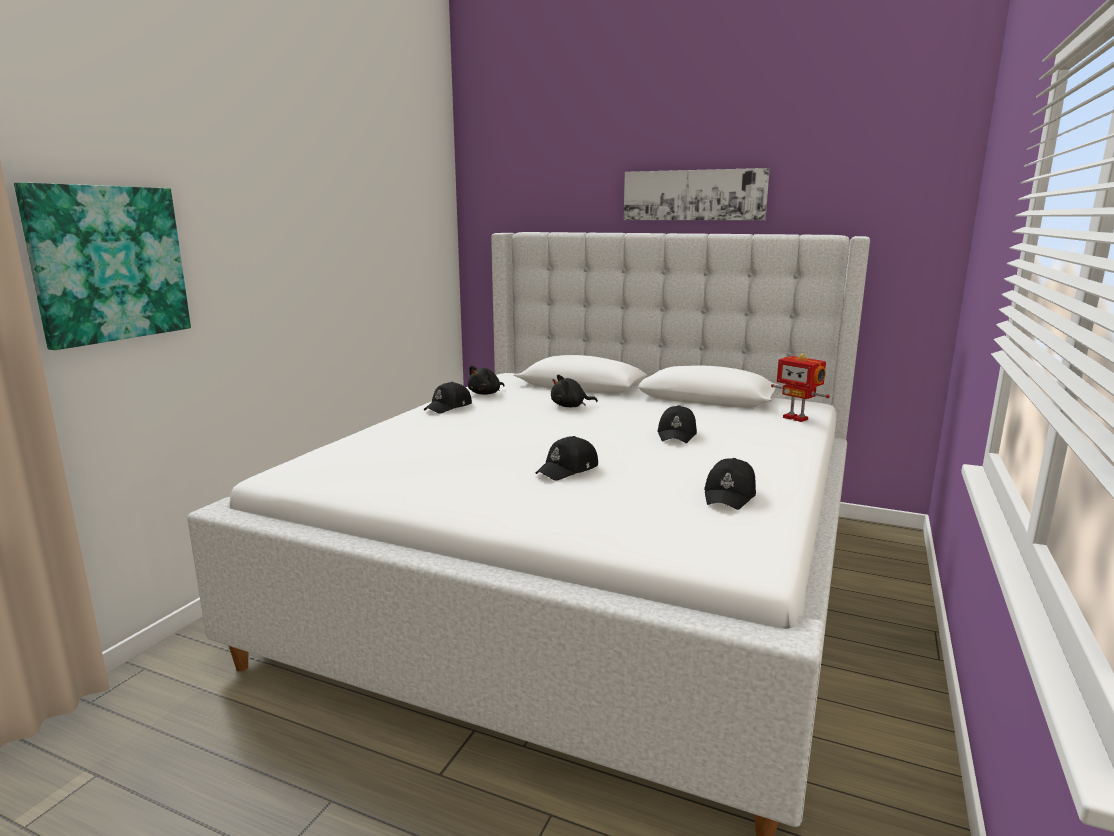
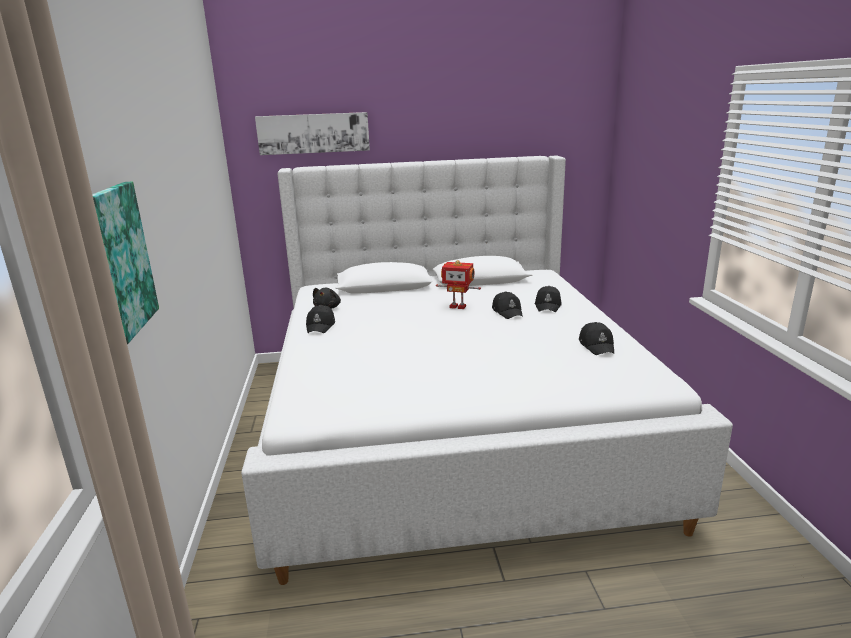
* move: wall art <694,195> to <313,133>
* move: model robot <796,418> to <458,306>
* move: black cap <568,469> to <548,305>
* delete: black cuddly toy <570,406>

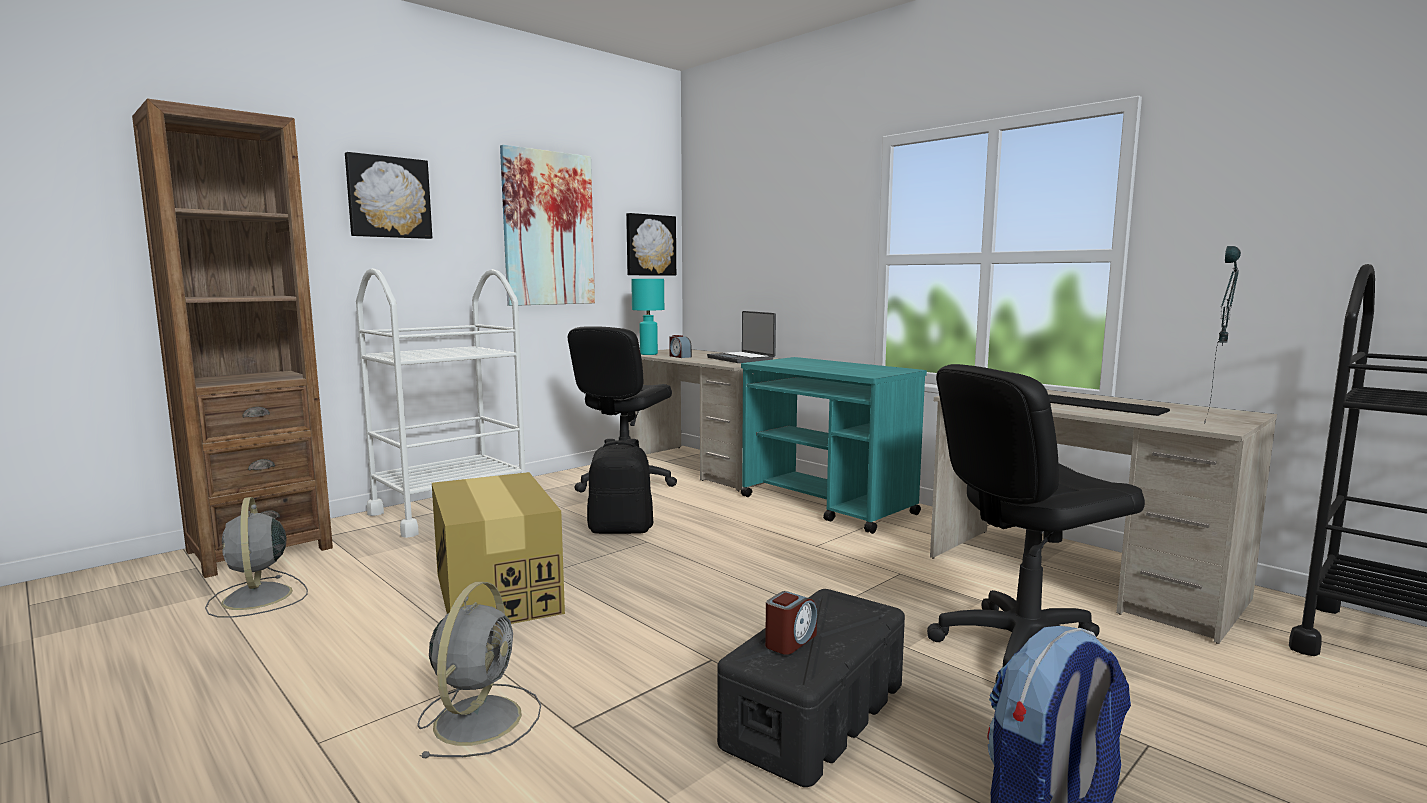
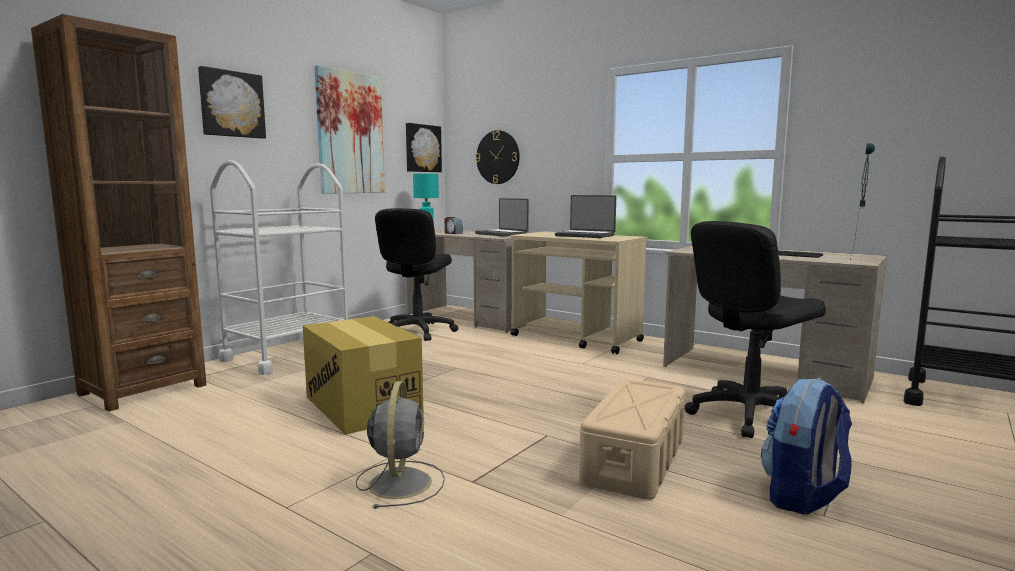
* insert: clock on the wall <498,157>
* recolor: blue-green trolley <828,505> to sand-coloured trolley <576,338>
* insert: notebook computer <585,235>
* recolor: black storage box <816,714> to sand-coloured storage box <634,460>
* delete: gray fan <257,598>
* delete: black backpack <621,529>
* delete: alarm clock <790,641>

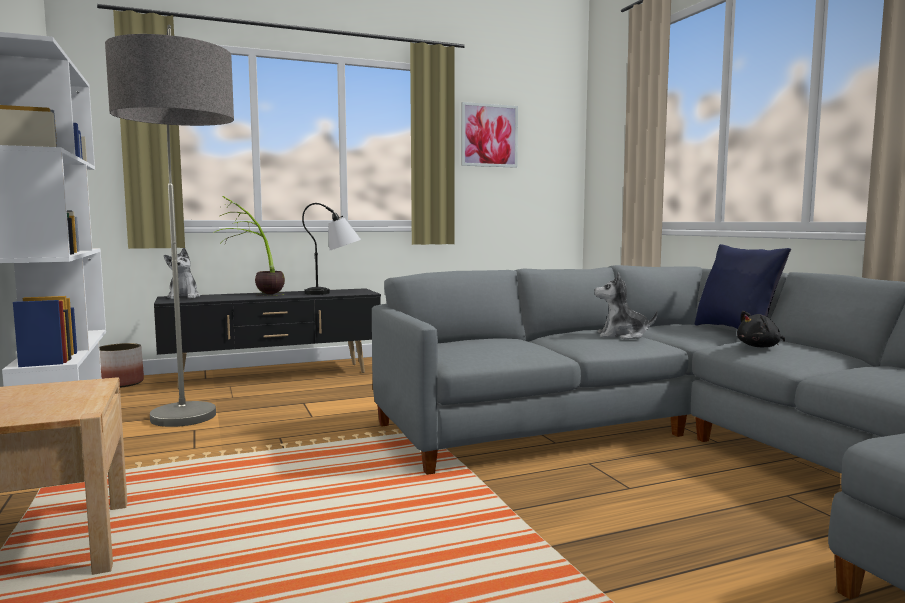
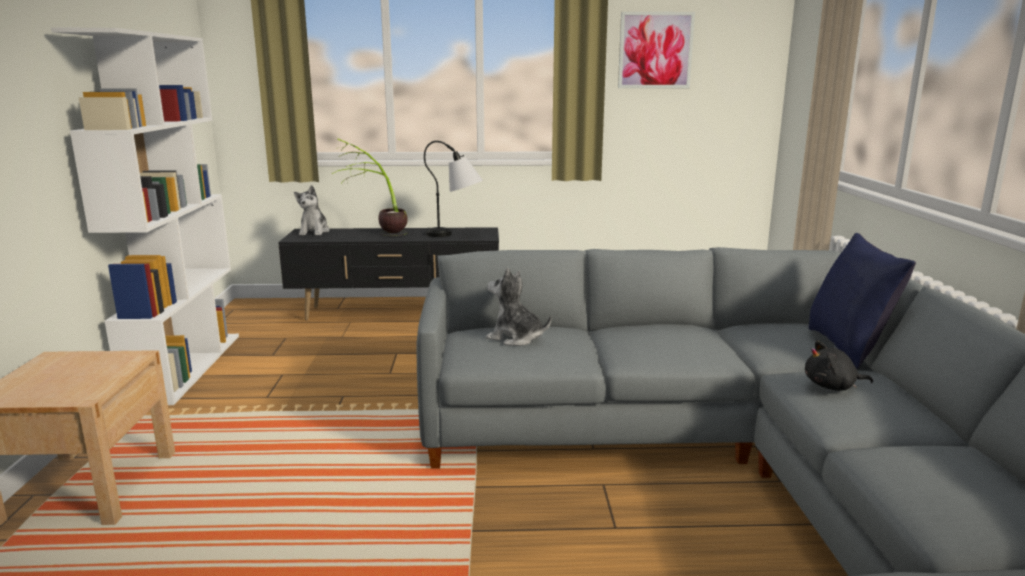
* move: cuddly toy <622,336> to <515,338>
* delete: flower pot <121,383>
* delete: floor lamp <188,439>

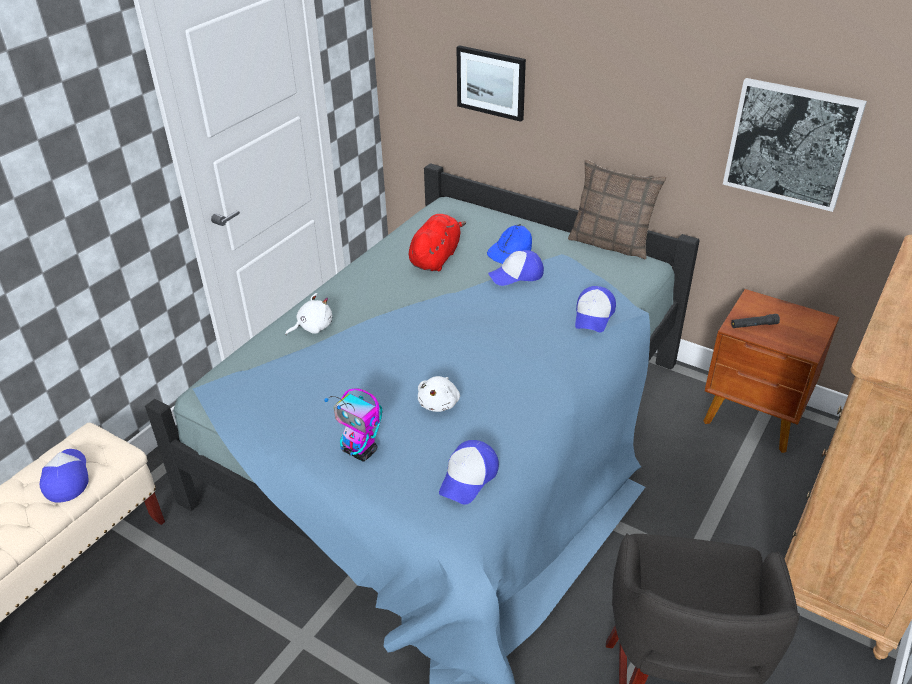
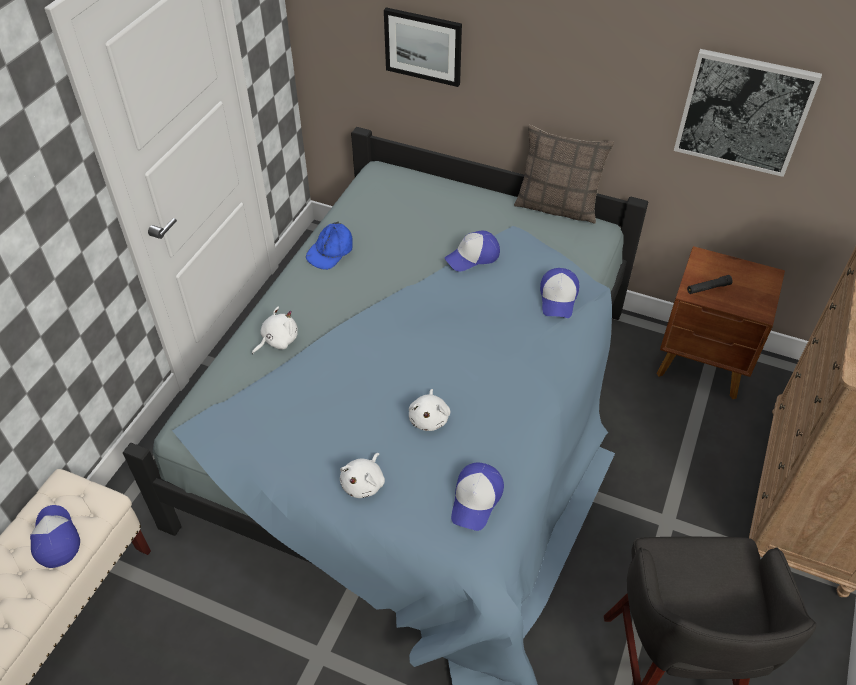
* move: blue-coloured cap <510,250> to <331,251>
* replace: model robot <360,451> to white cuddly toy <364,483>
* delete: red cuddly toy <436,258>

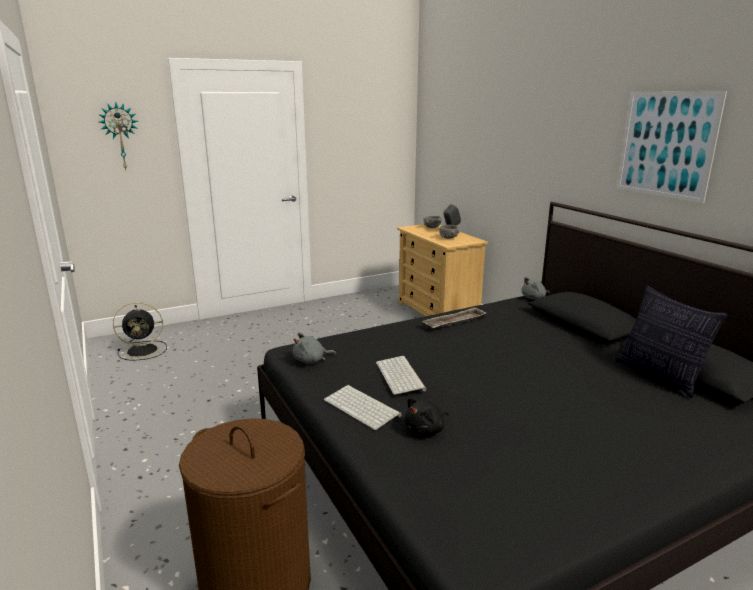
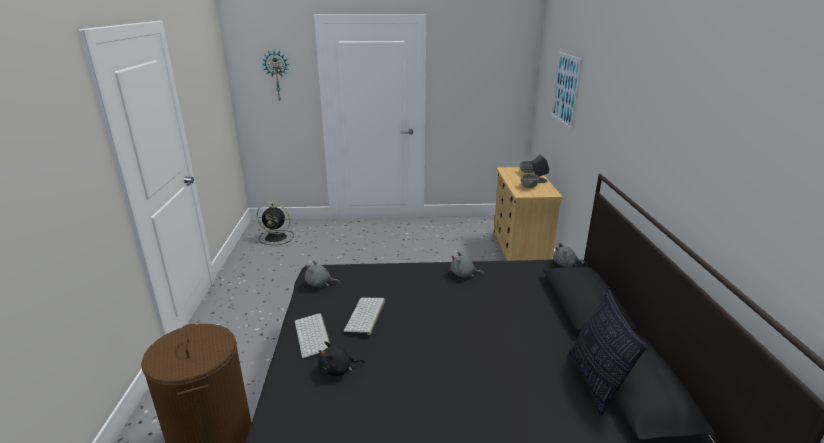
* replace: carrying tray <455,322> to gray cuddly toy <463,274>
* move: wall art <666,144> to <565,89>

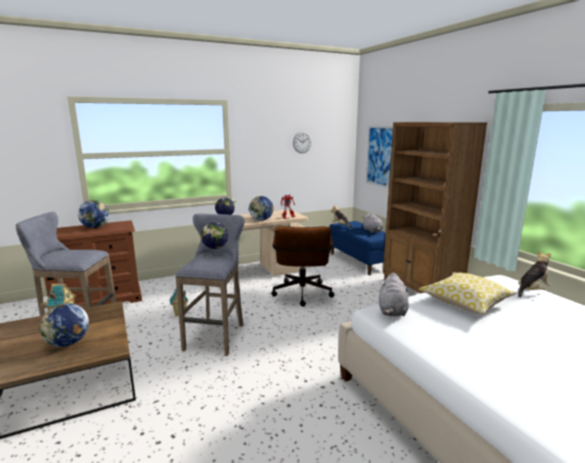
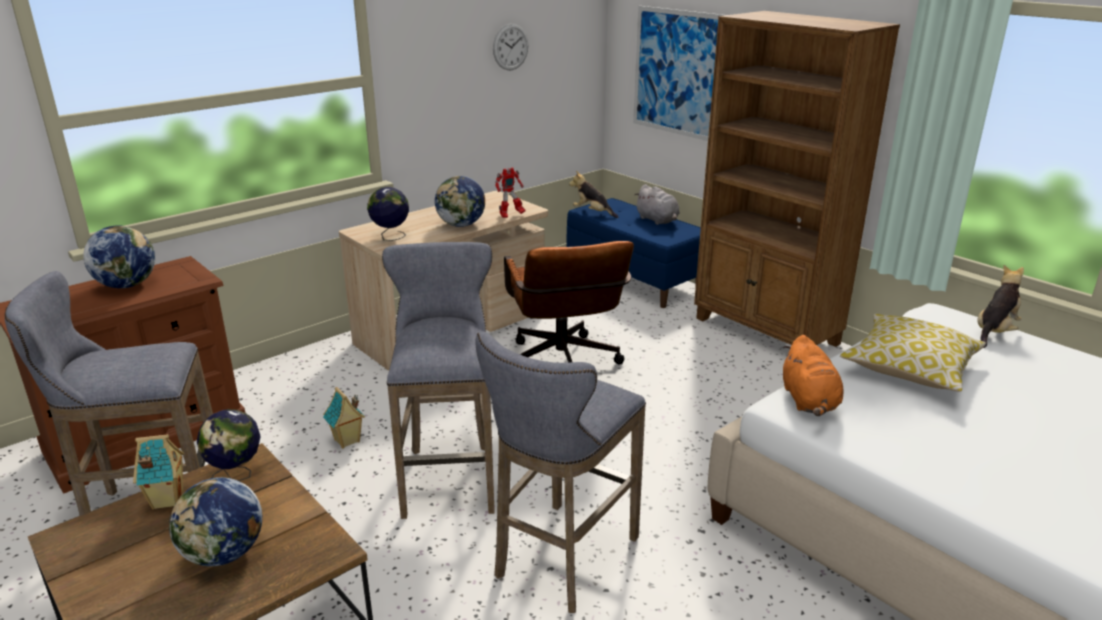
* move: globe <215,255> to <236,476>
* insert: gray stool <562,560>
* recolor: gray cuddly toy <392,311> to orange-coloured cuddly toy <809,402>

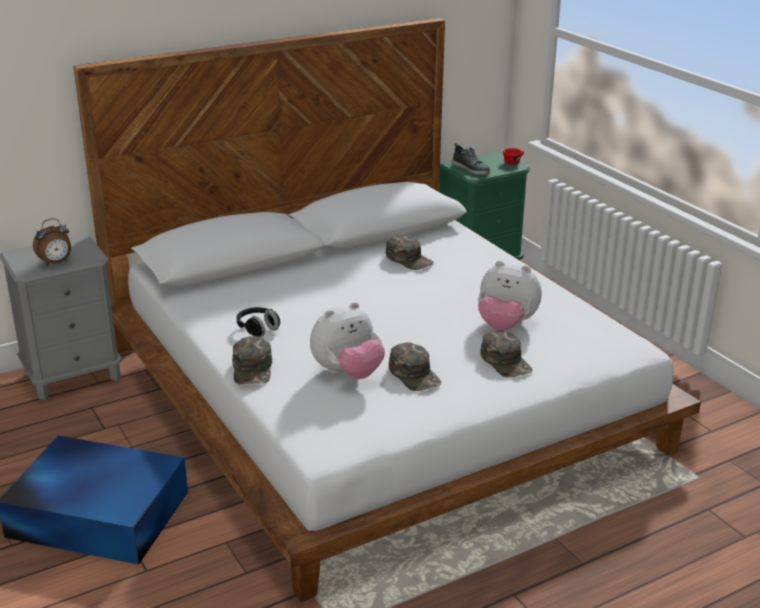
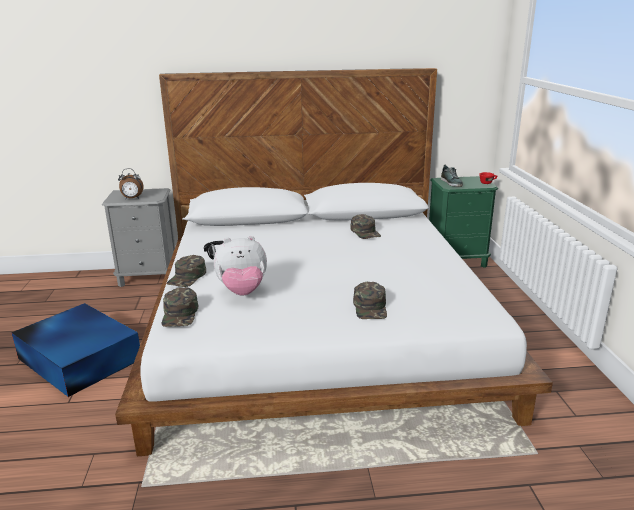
* move: green-coloured cap <414,374> to <180,314>
* delete: cuddly toy <505,326>

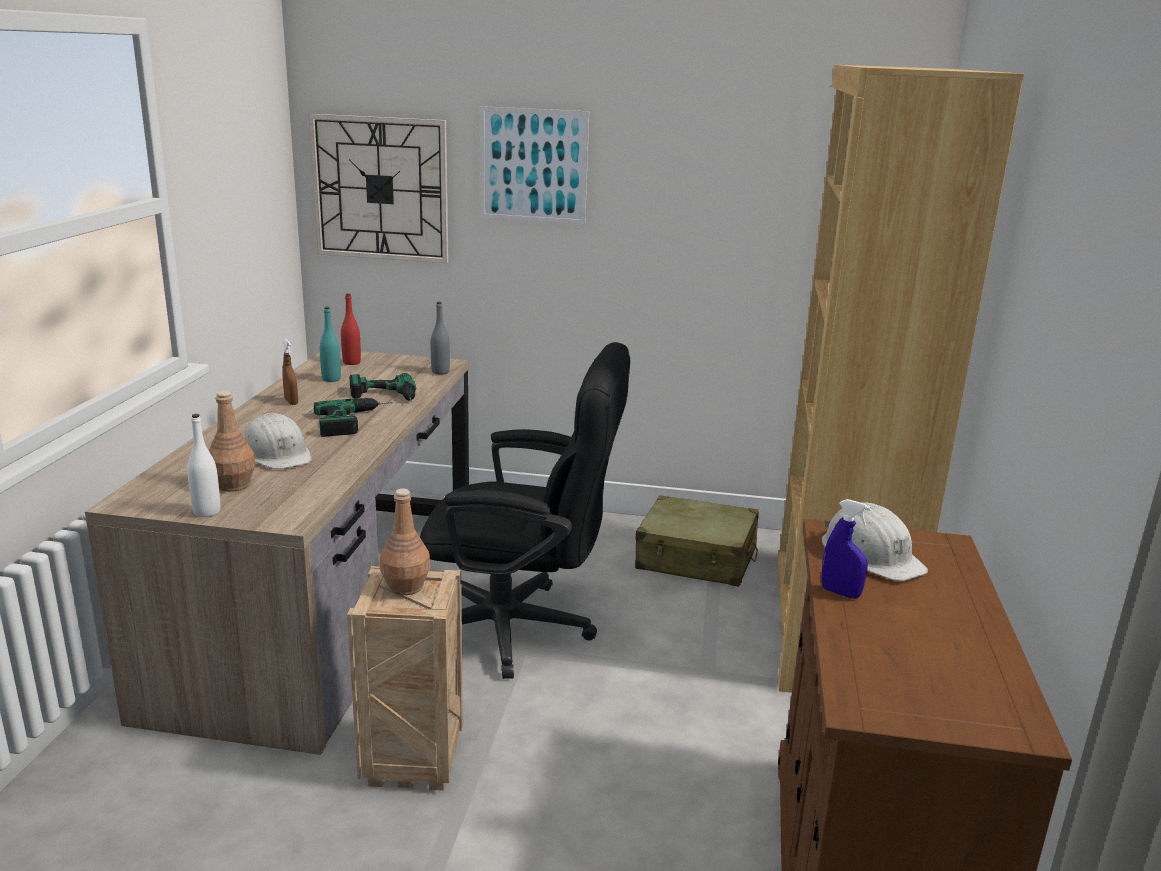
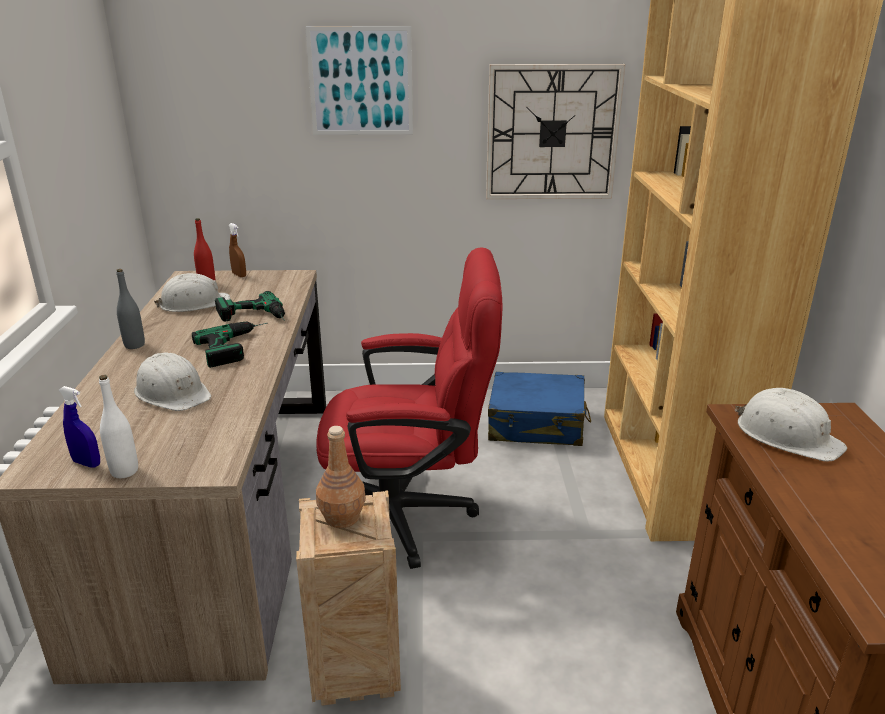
* move: blue-coloured hand sprayer <840,593> to <87,463>
* move: gray beverage bottle <440,372> to <134,345>
* replace: blue-green beverage bottle <331,379> to white hard hat <194,303>
* move: brown-coloured hand sprayer <291,402> to <239,275>
* recolor: black computer chair <520,629> to red computer chair <409,515>
* move: clock on the wall <380,189> to <552,133>
* recolor: sand-coloured travel case <696,559> to blue-coloured travel case <536,424>
* delete: brown-coloured beverage bottle <234,485>

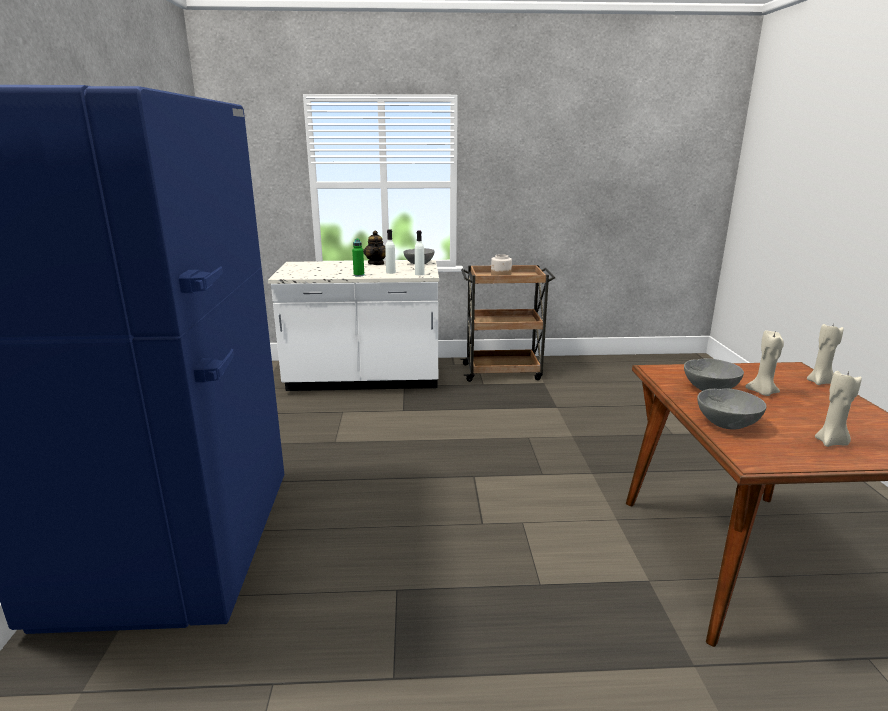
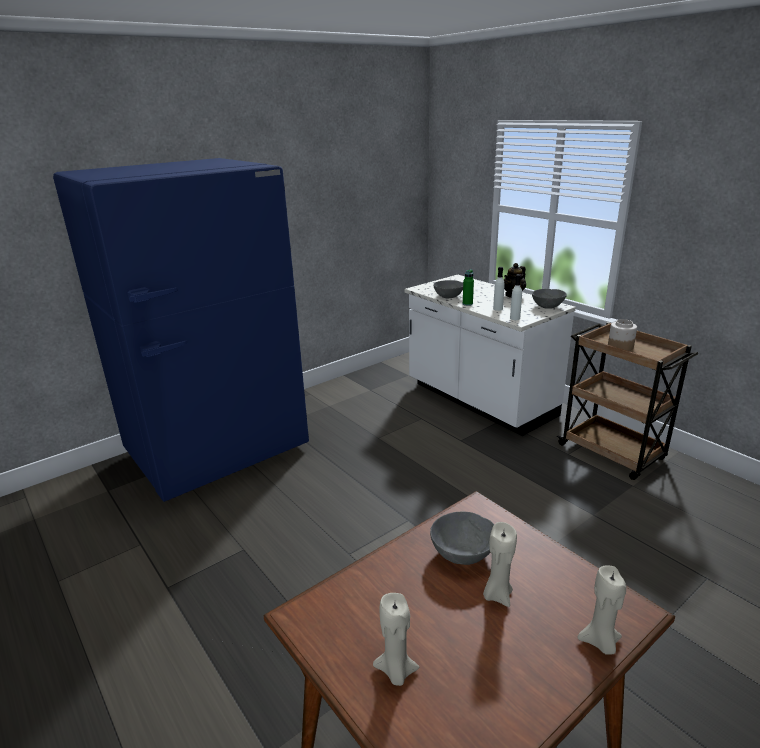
* move: gray serving bowl <726,423> to <448,296>

